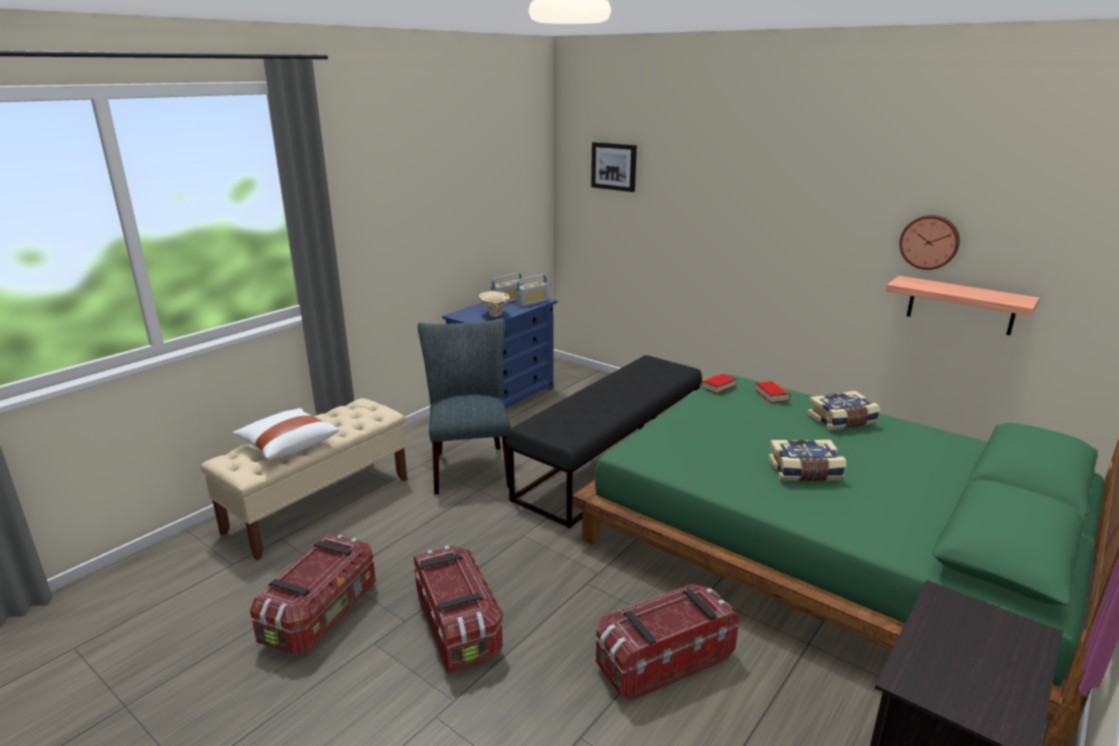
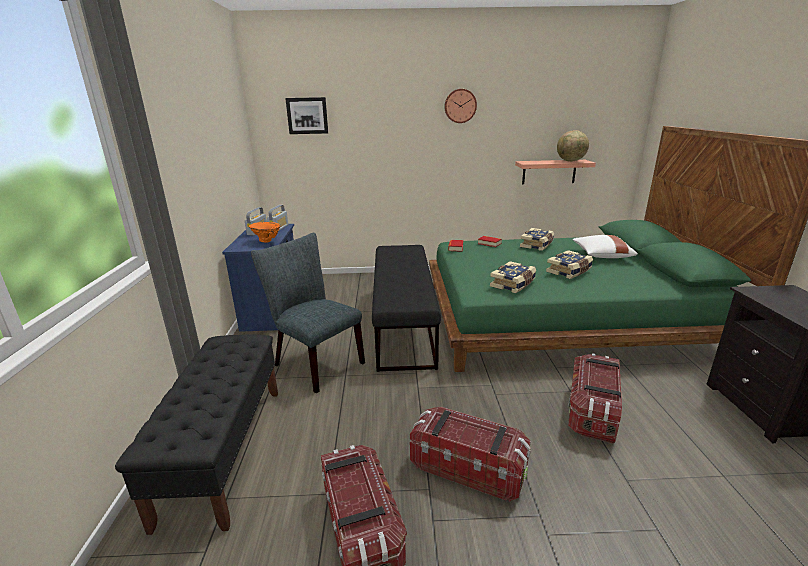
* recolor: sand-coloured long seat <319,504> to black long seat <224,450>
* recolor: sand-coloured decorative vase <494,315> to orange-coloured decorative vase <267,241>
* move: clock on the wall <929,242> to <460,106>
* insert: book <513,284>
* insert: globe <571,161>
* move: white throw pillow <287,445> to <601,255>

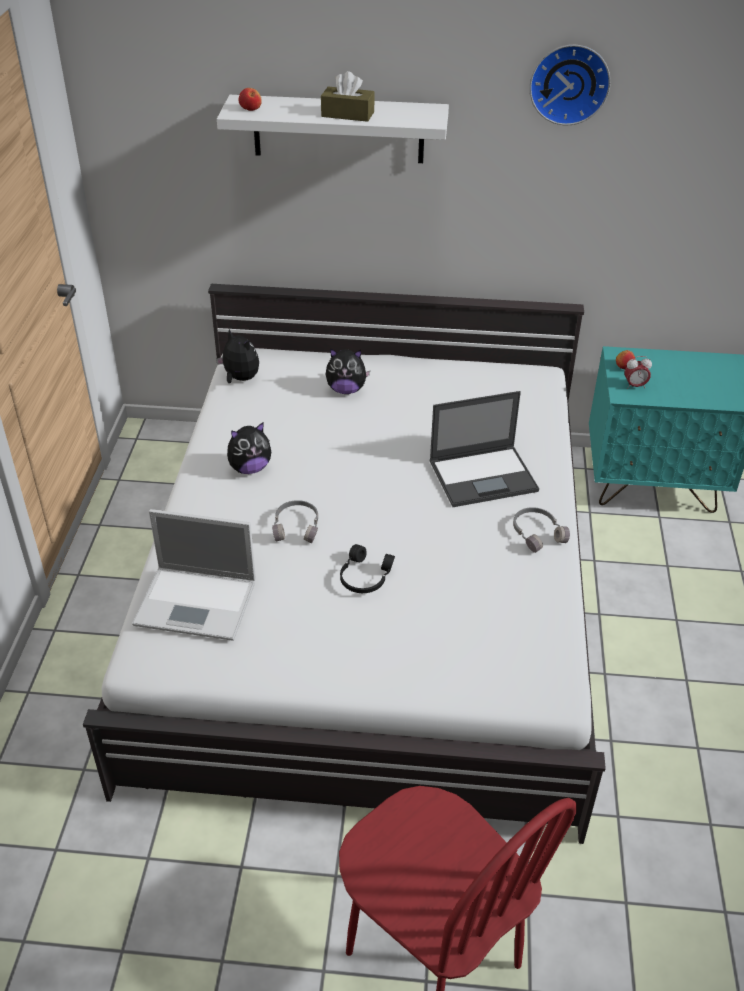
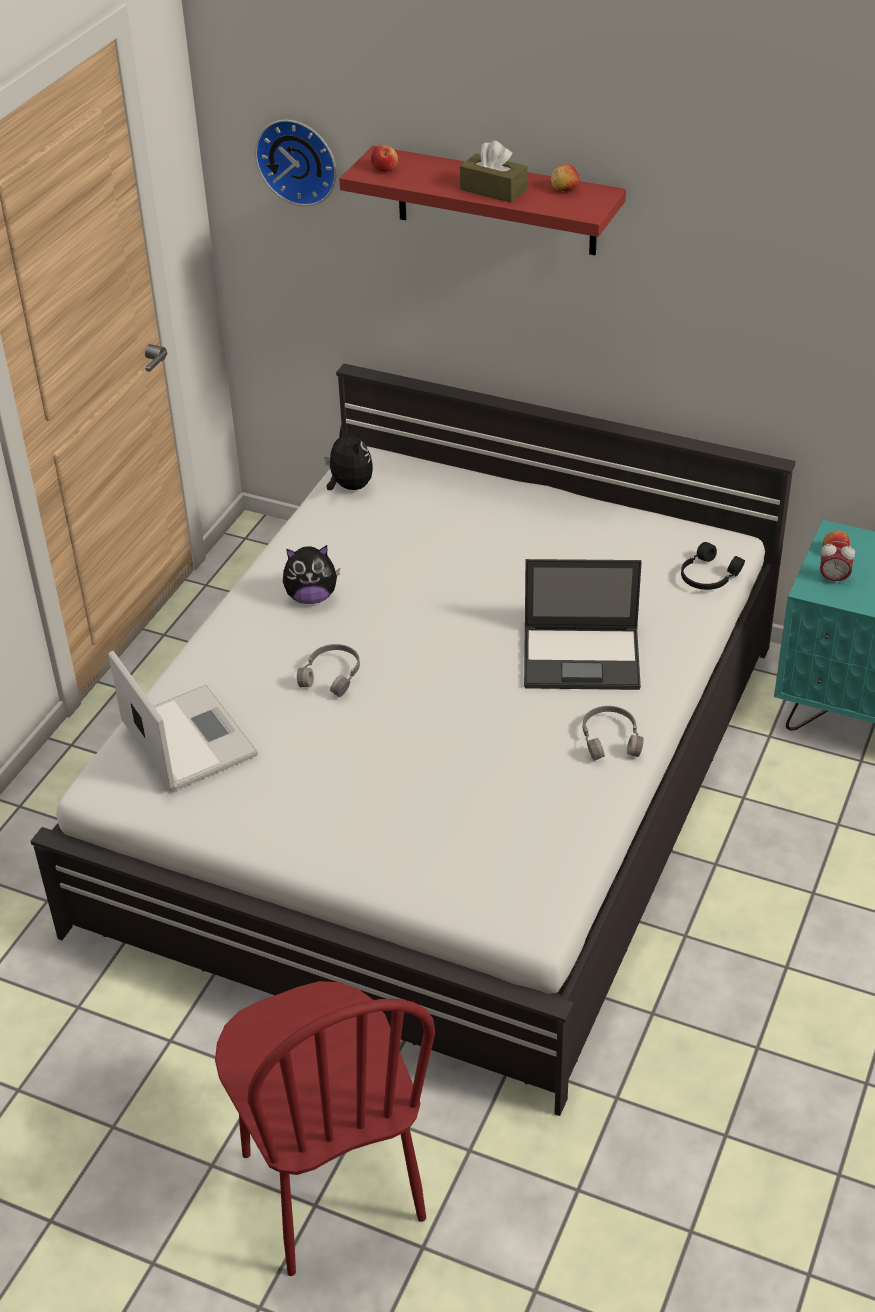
* rotate: notebook computer <198,603> = <187,737> 150 degrees counterclockwise
* move: clock on the wall <569,83> to <299,160>
* recolor: white wall shelf <338,129> to red wall shelf <496,201>
* insert: apple fruit <564,189>
* move: black headset <364,577> to <708,576>
* delete: cuddly toy <346,390>

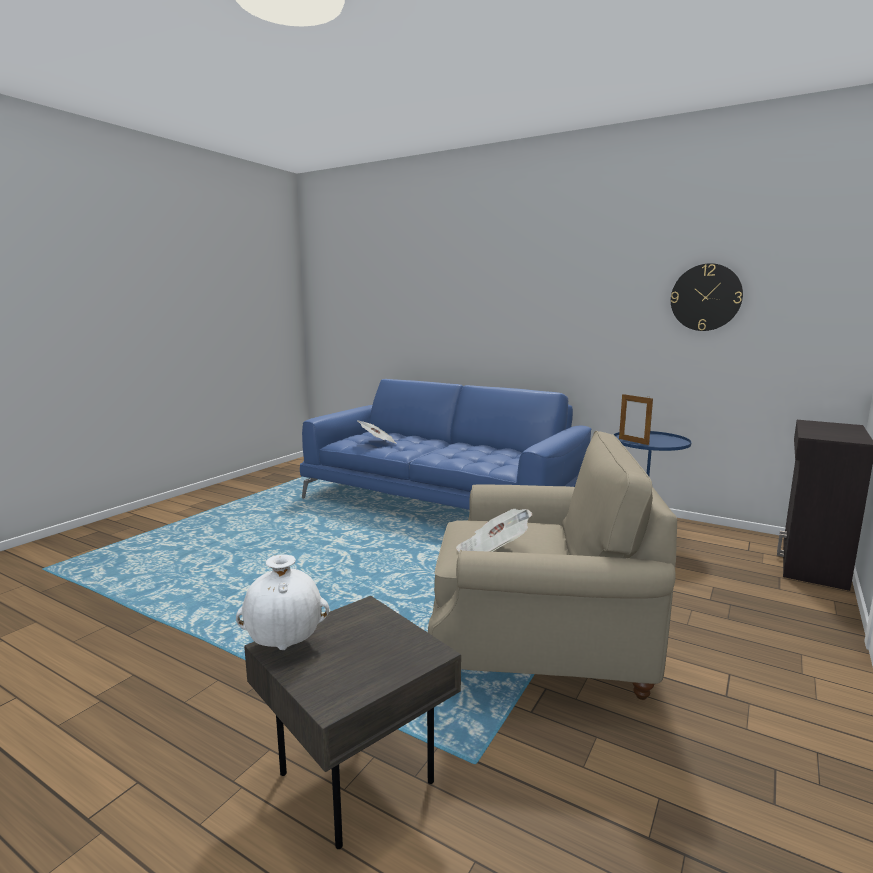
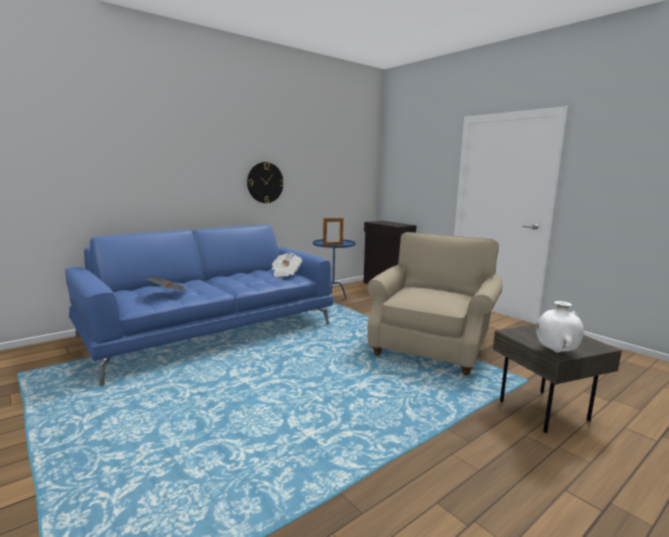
* move: clock on the wall <705,297> to <265,182>
* move: daily paper <492,551> to <285,273>

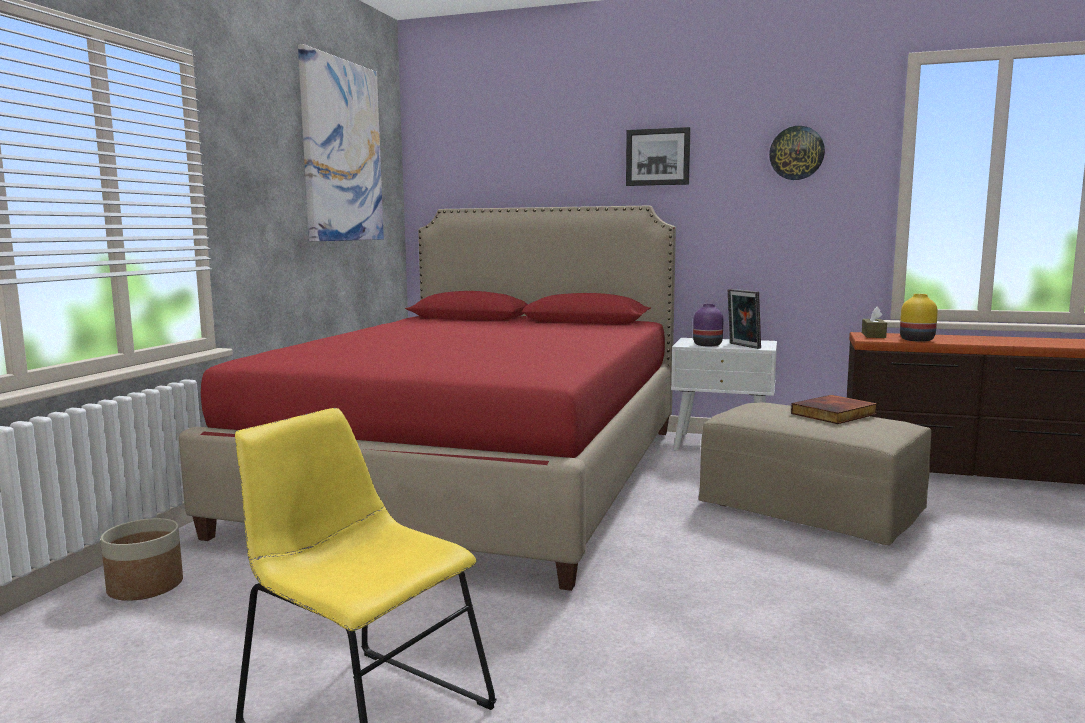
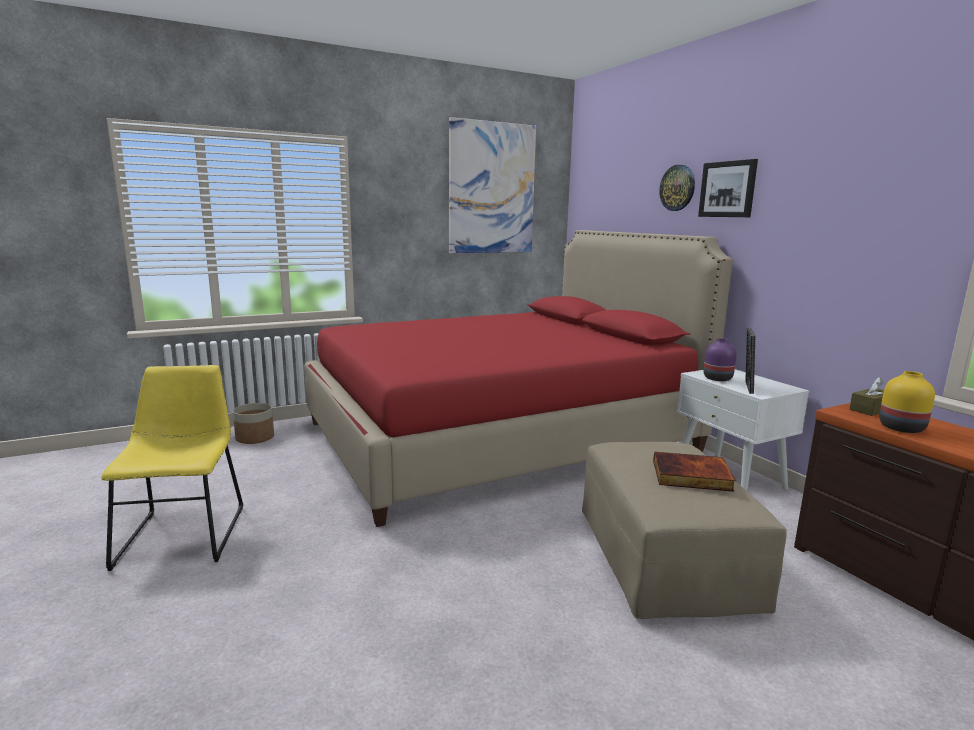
* move: clock on the wall <796,153> to <677,188>

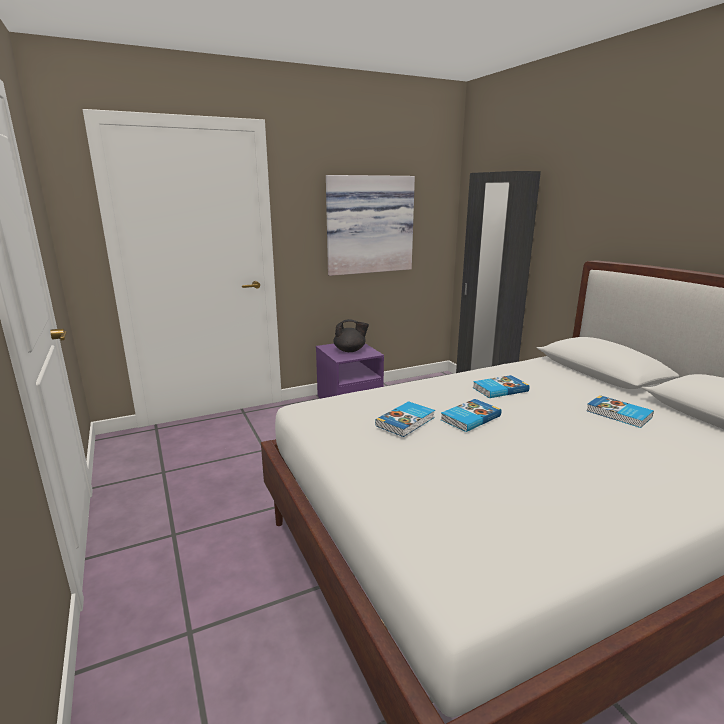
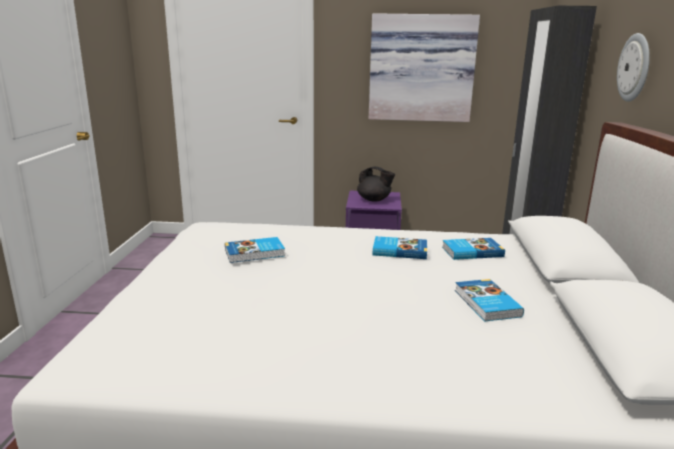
* move: book <469,418> to <471,251>
* insert: clock on the wall <635,68>

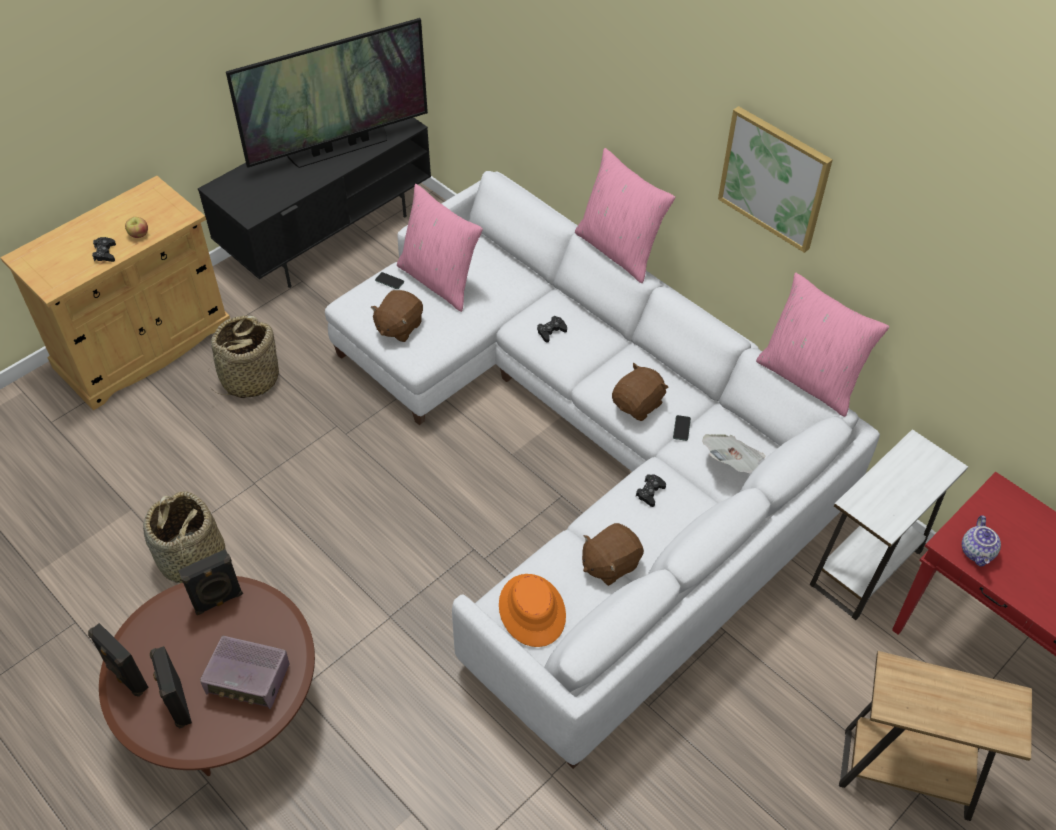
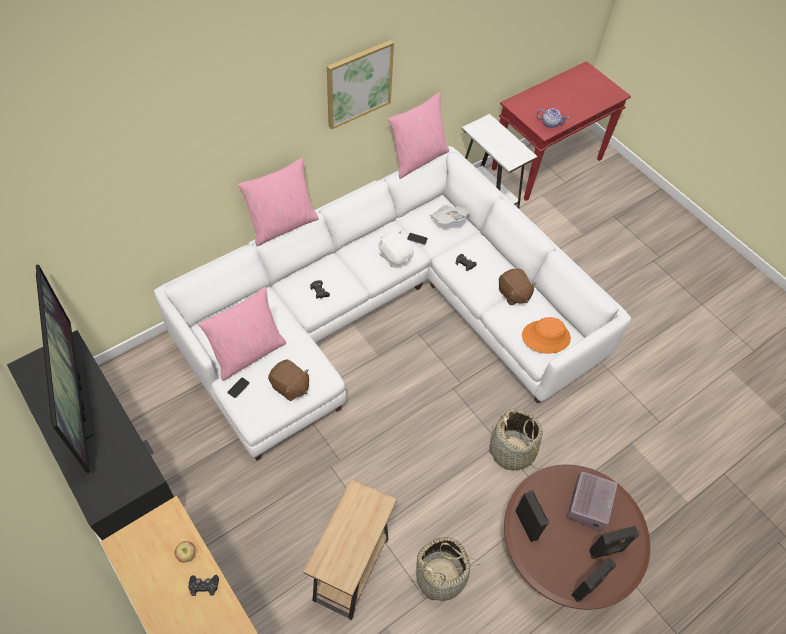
* move: brown-coloured side table <906,774> to <351,569>
* recolor: brown-coloured cuddly toy <638,404> to white cuddly toy <395,256>
* move: storage basket <250,379> to <512,451>

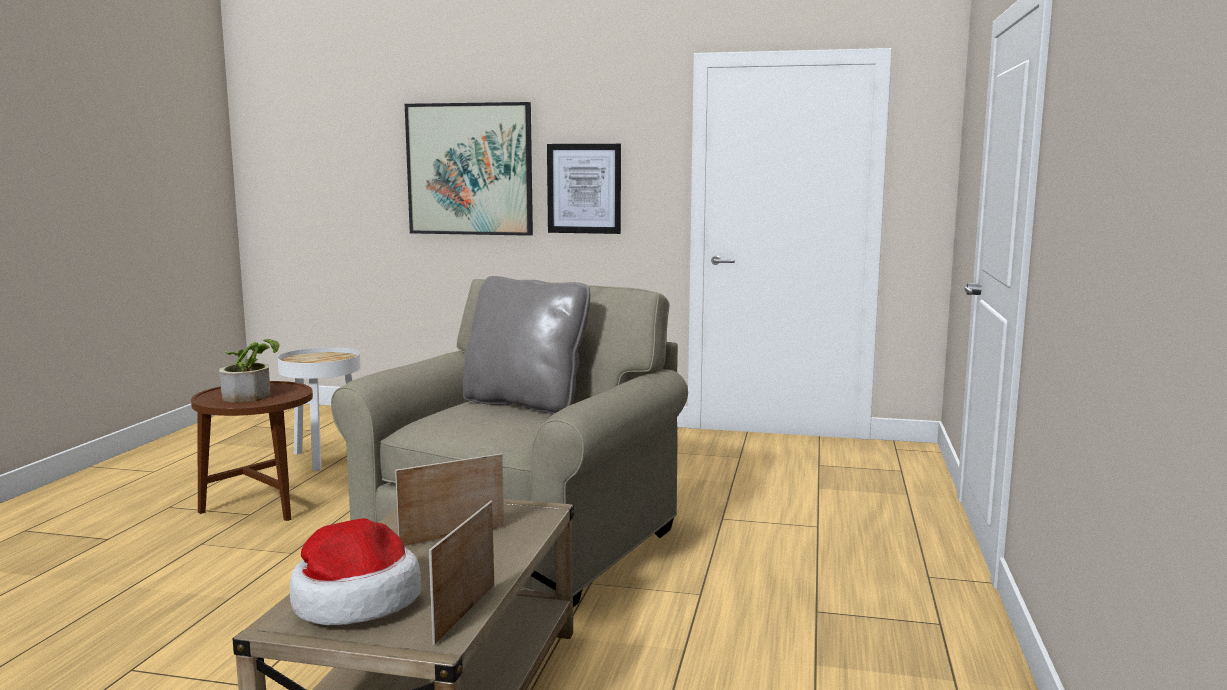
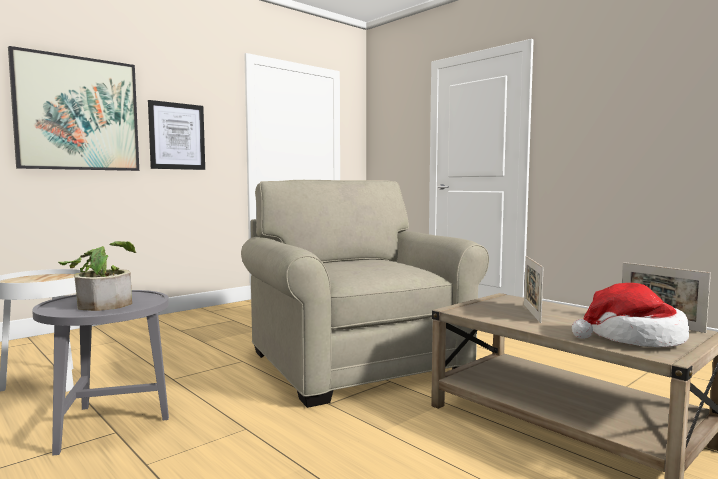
* recolor: brown-coloured side table <261,507> to gray side table <110,424>
* delete: gray throw pillow <525,403>

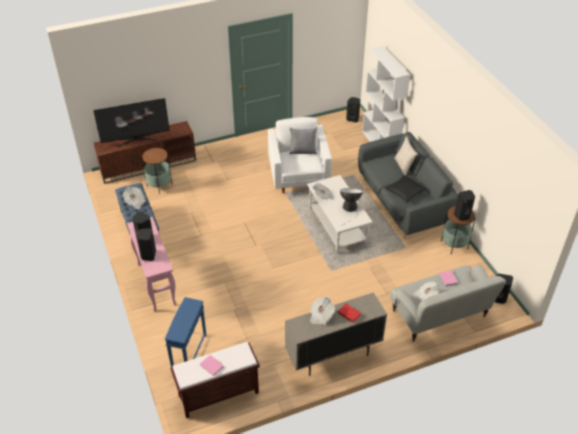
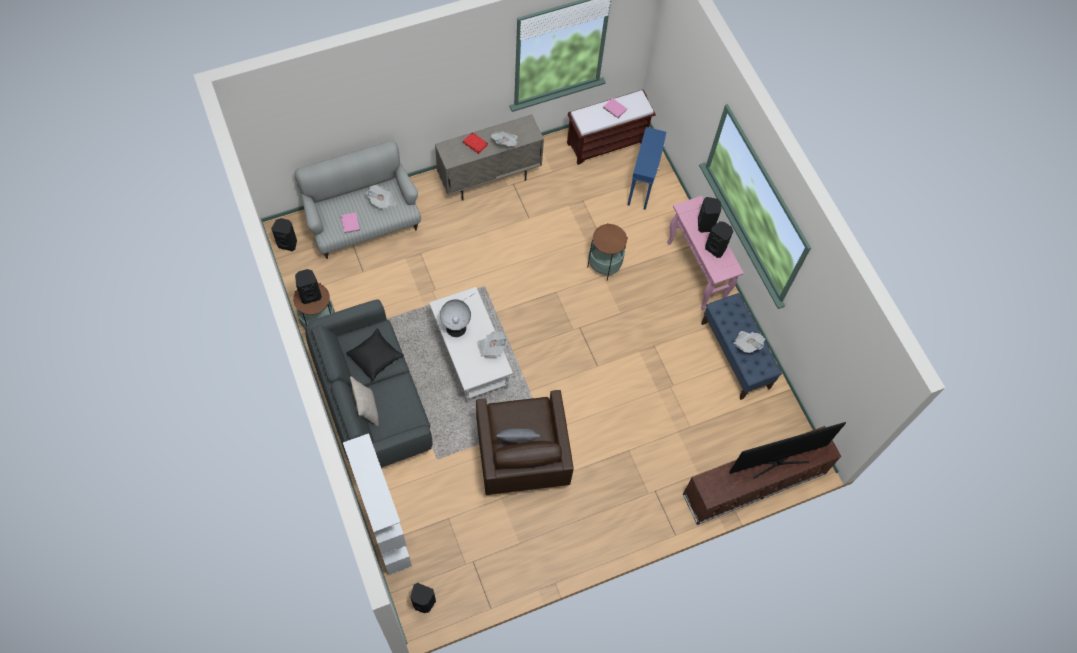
* recolor: white easy chair <299,177> to brown-coloured easy chair <521,455>
* move: side table <159,185> to <604,265>

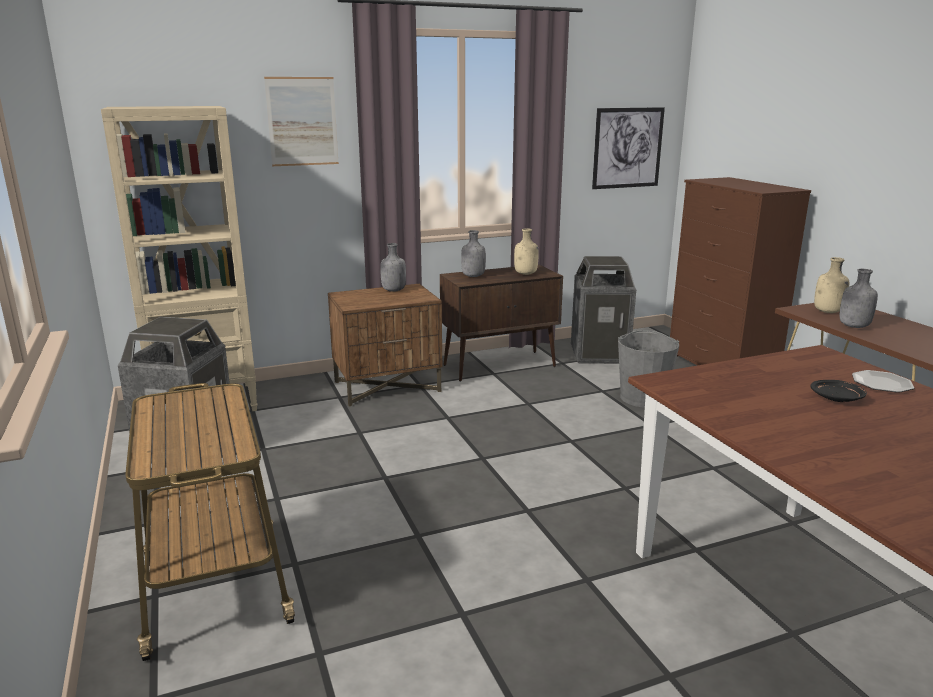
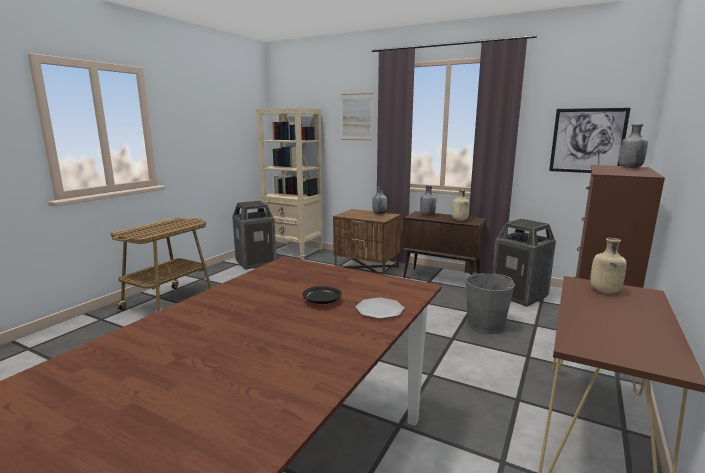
* move: gray beverage bottle <853,326> to <629,168>

